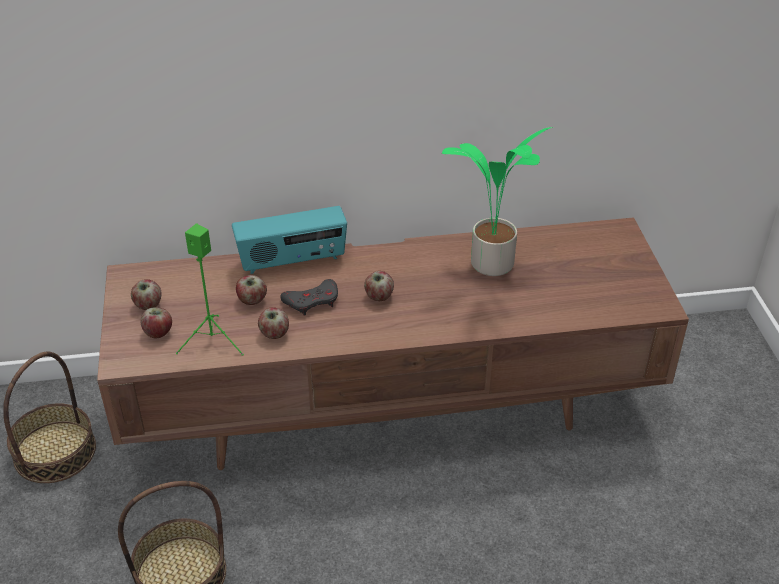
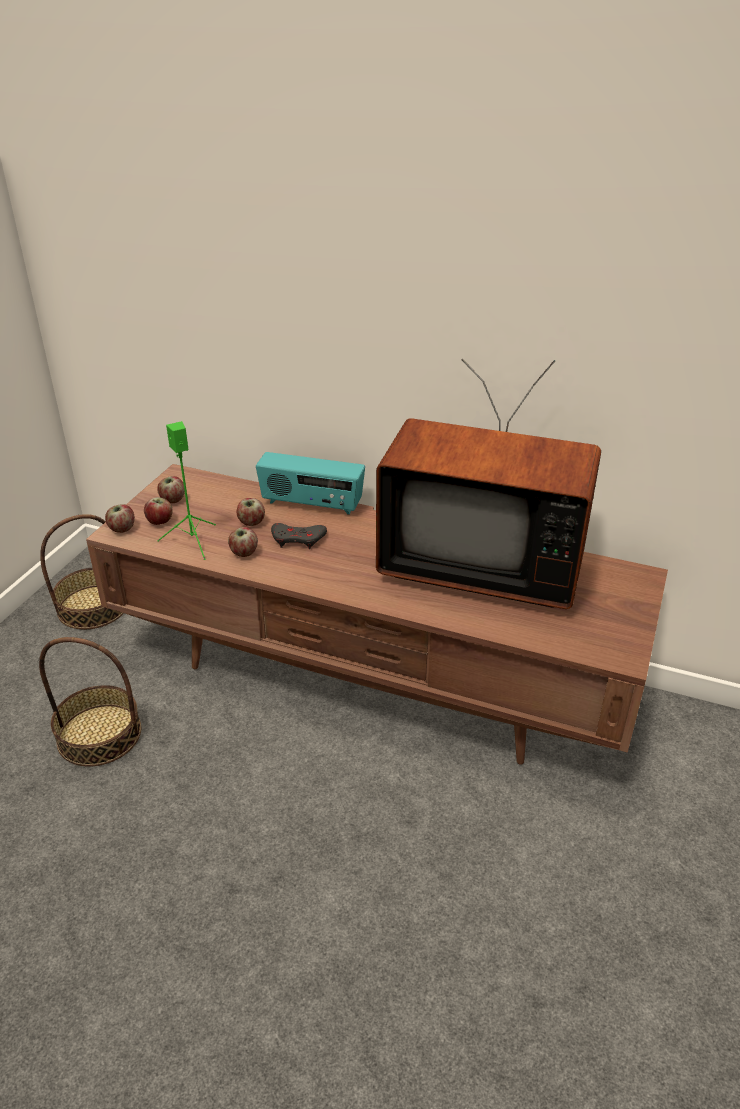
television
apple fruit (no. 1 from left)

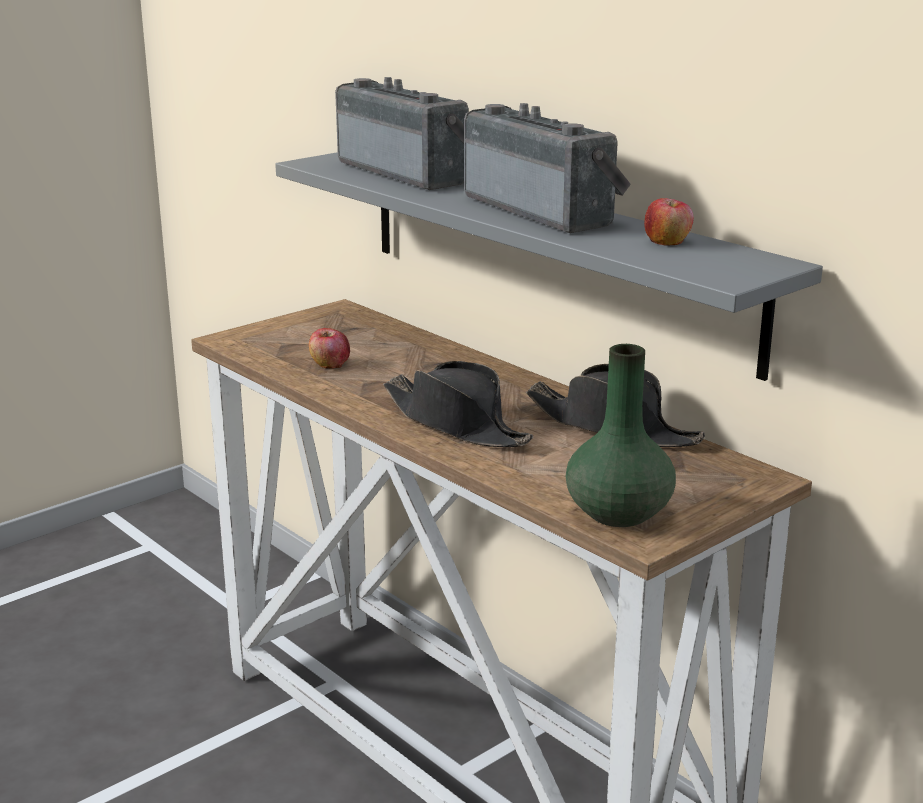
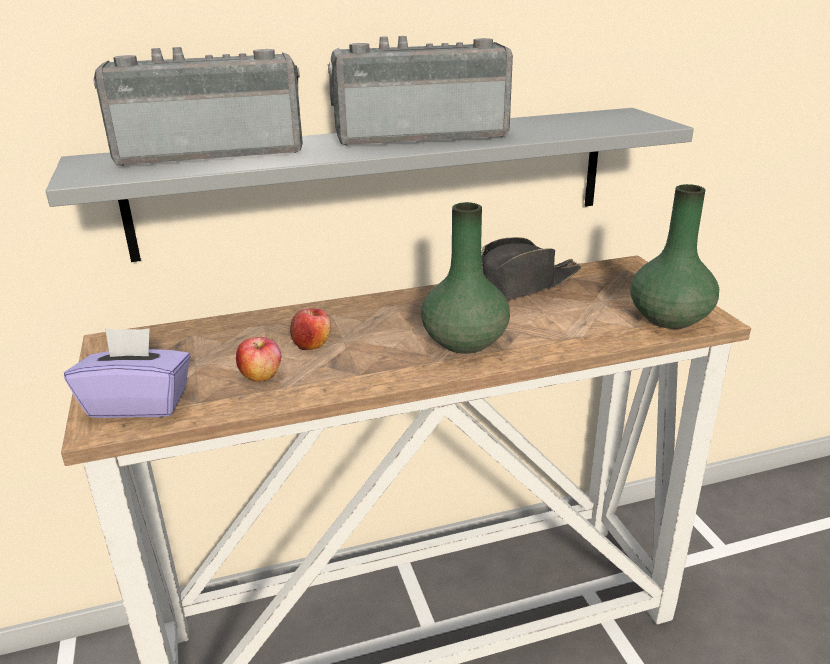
apple fruit (no. 2 from left)
green-coloured decorative vase (no. 1 from left)
purple tissue holder

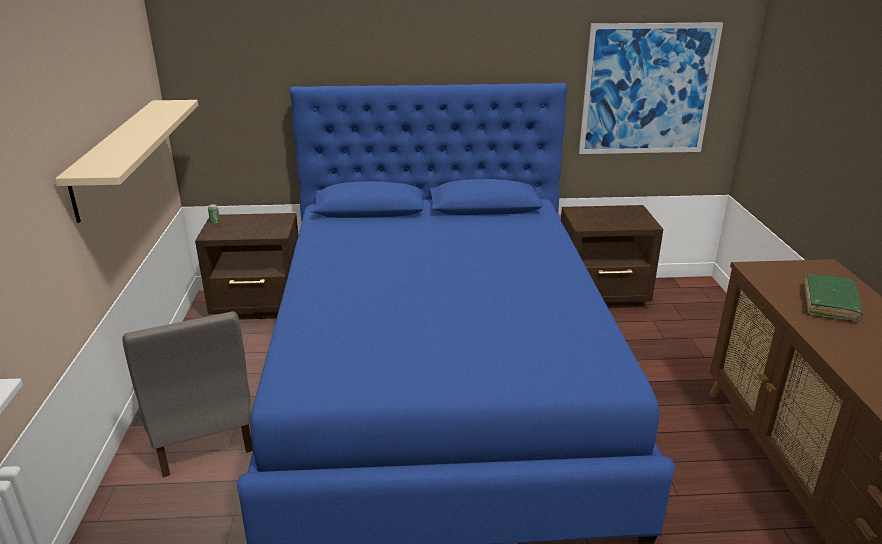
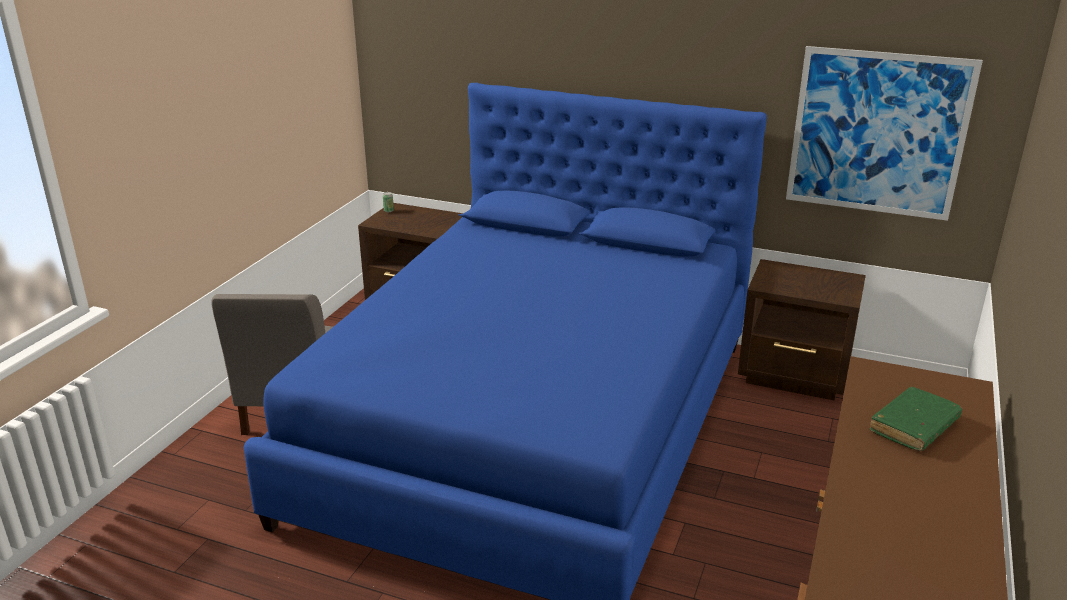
beige shelf

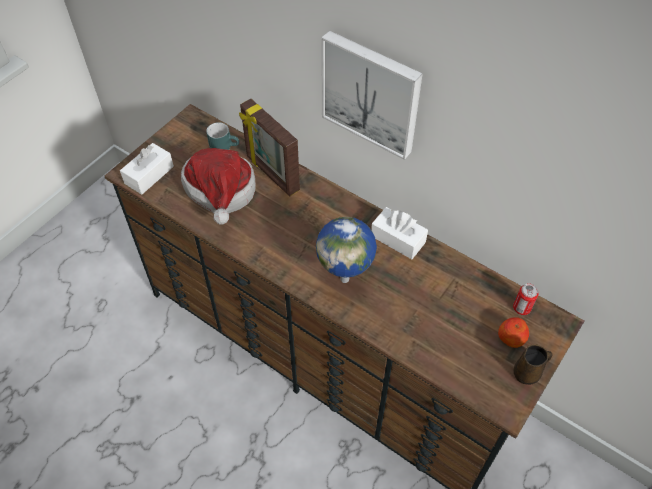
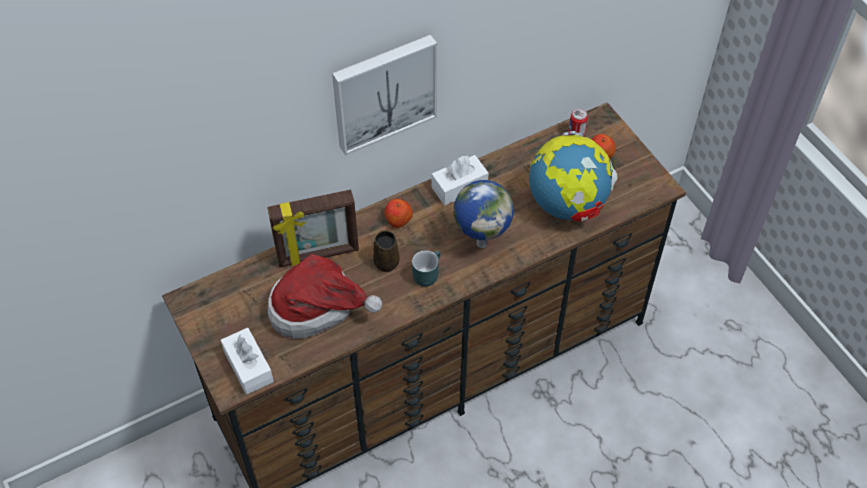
blue-green tea mug
brownish tea mug
world globe (no. 2 from left)
apple fruit (no. 1 from left)

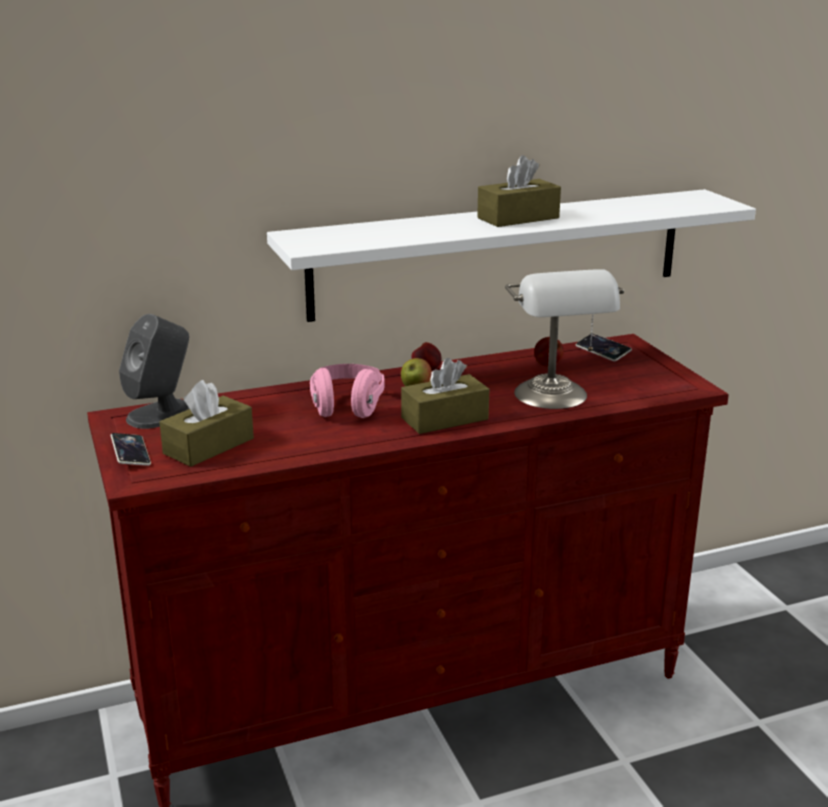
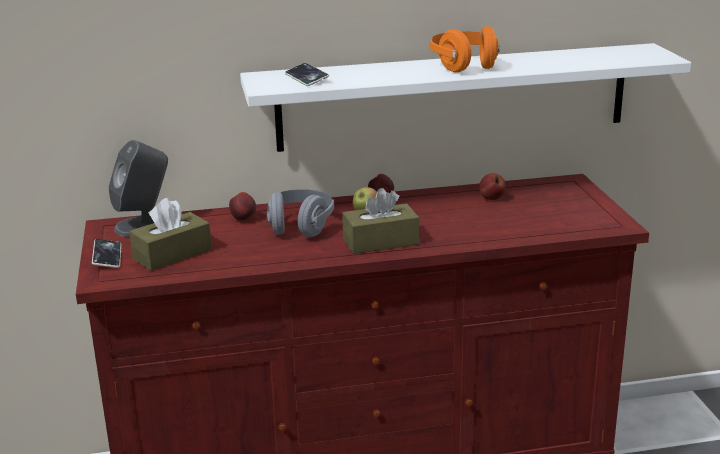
orange-coloured headset
white lamp for a table
phone (no. 2 from left)
grey headset
apple fruit (no. 1 from left)

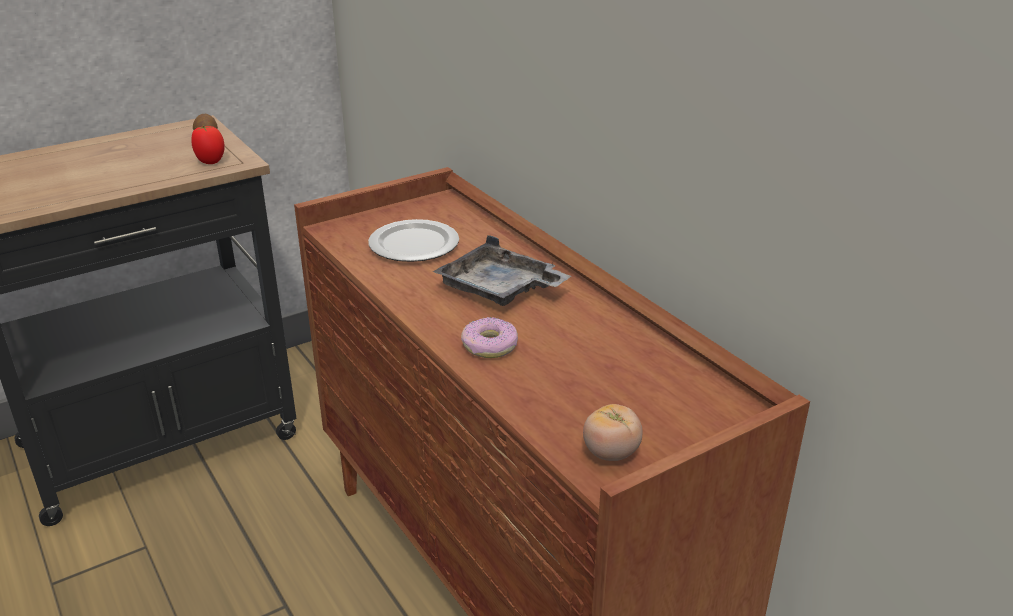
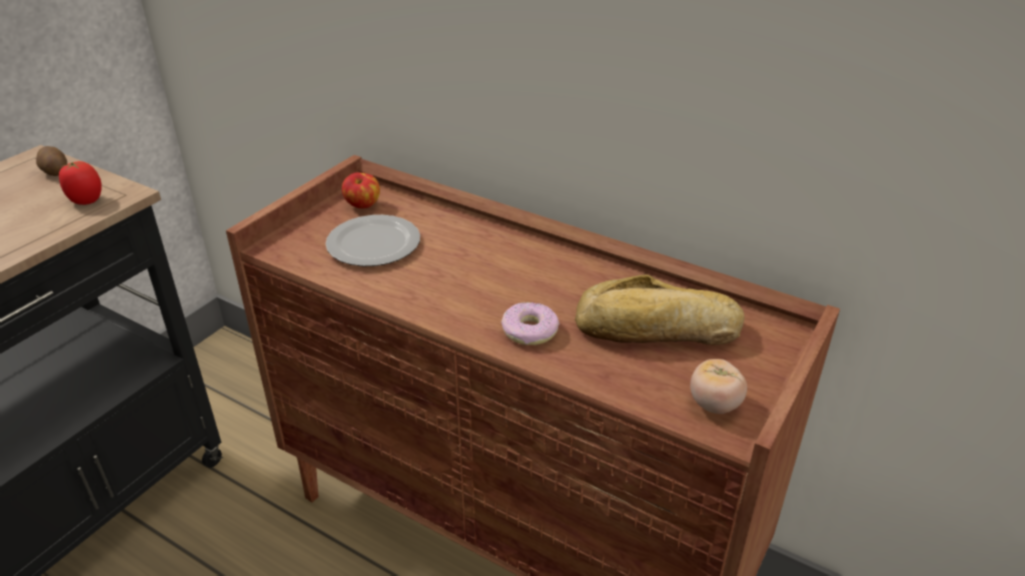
grey tray
apple fruit
baked bread

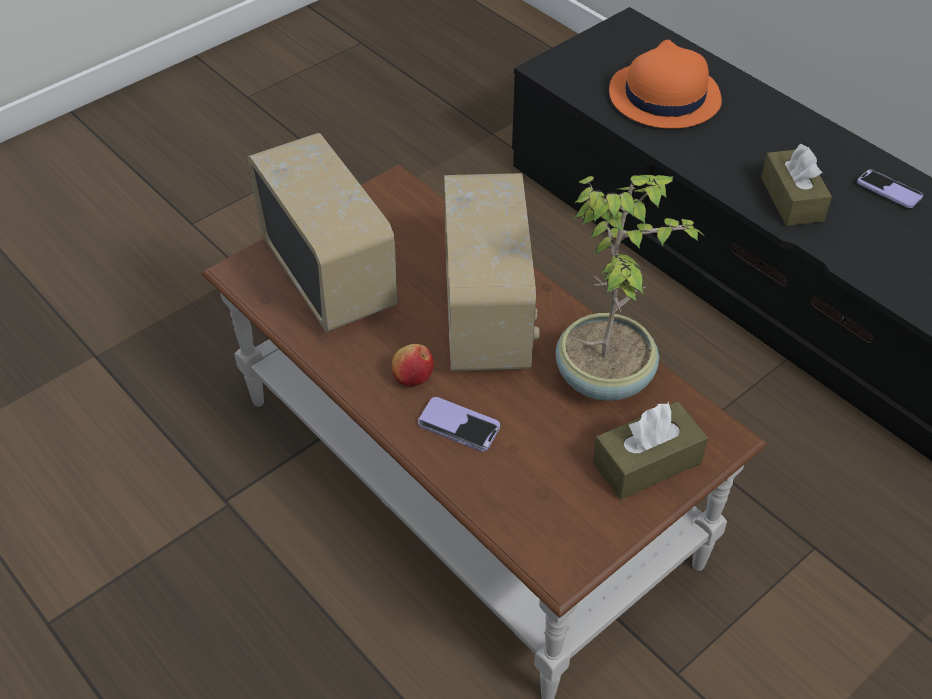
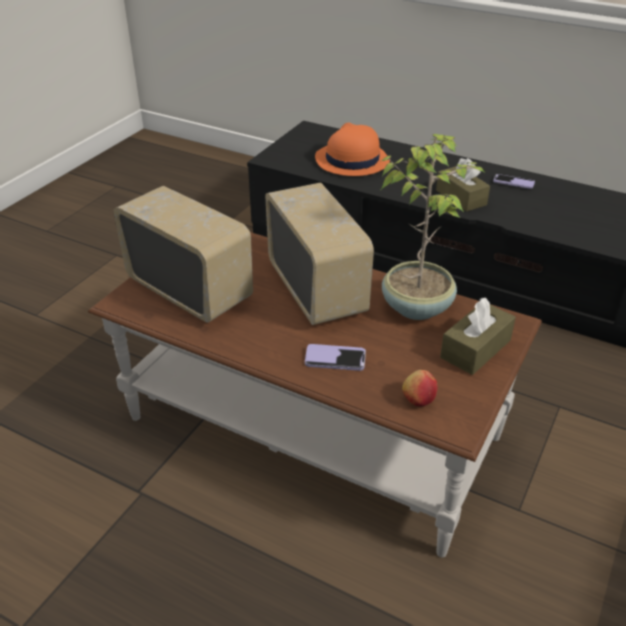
apple fruit

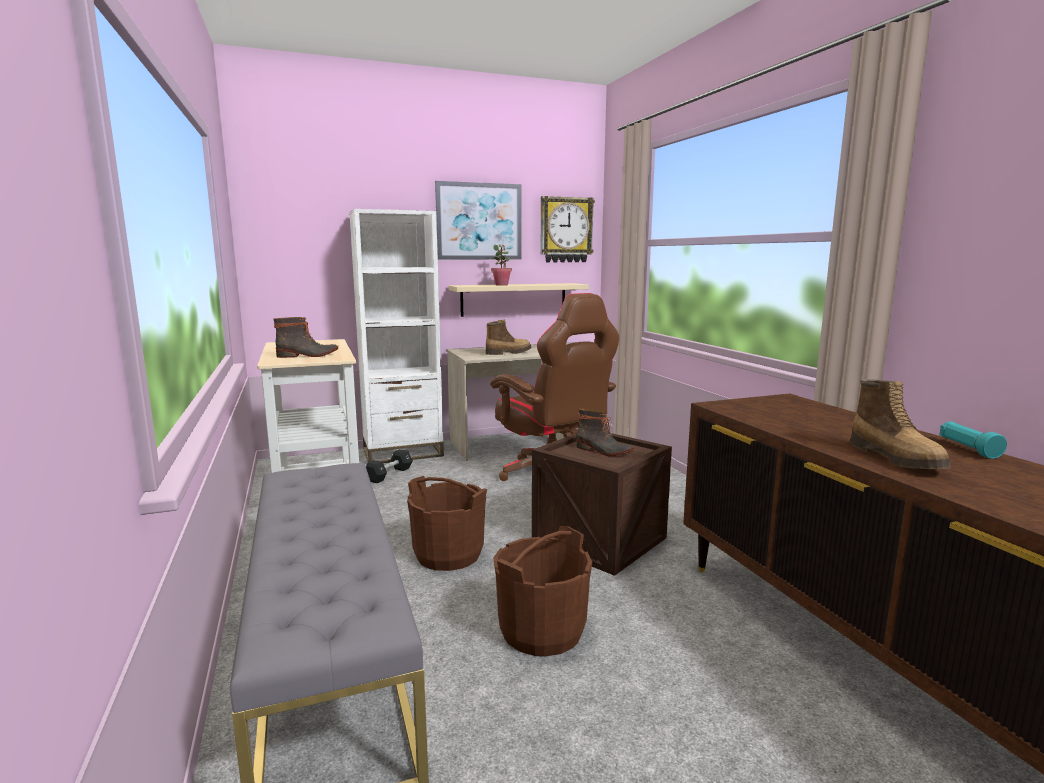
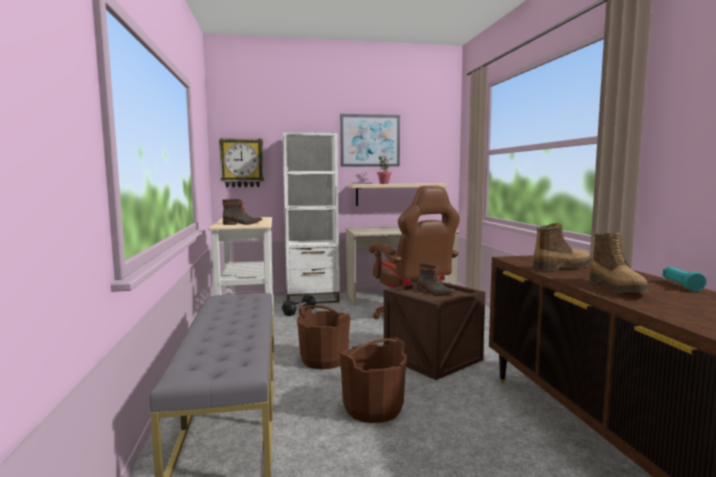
clock on the wall
tall boot (no. 3 from left)

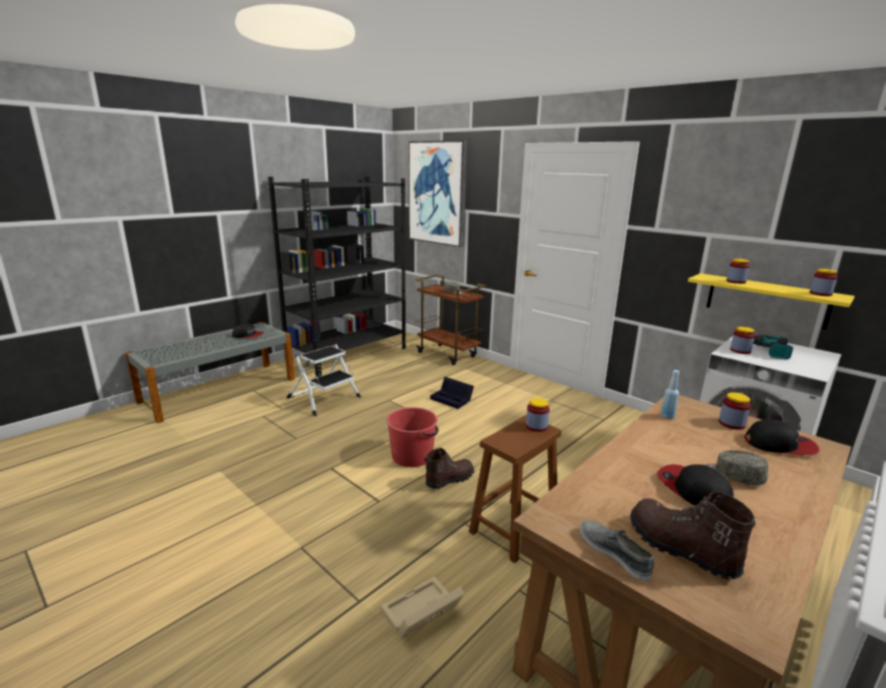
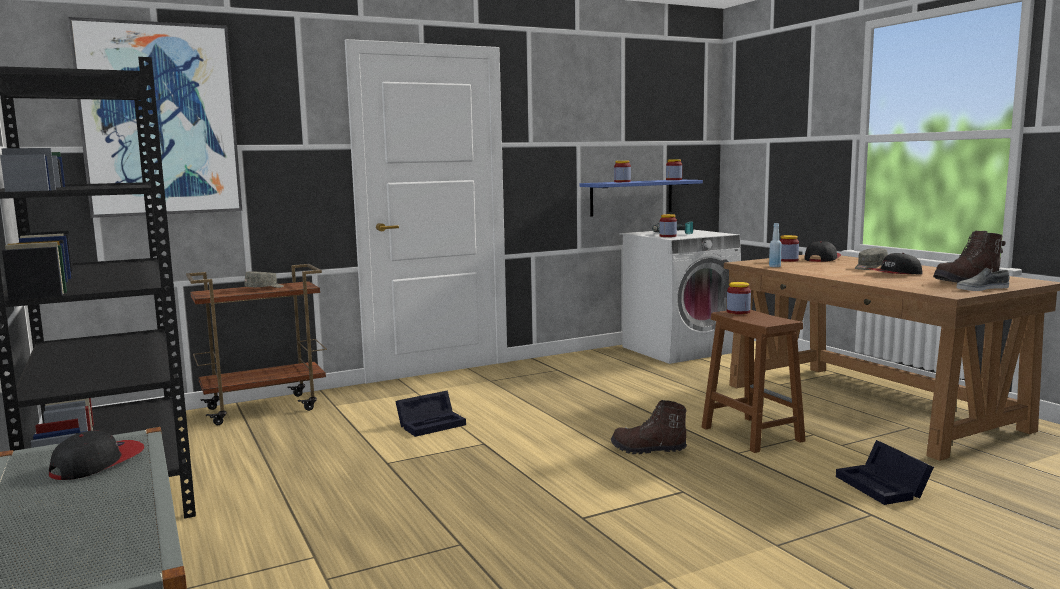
blue shelf
stepladder
reddish pail
brownish tall boot (no. 1 from left)
blackish storage box (no. 2 from left)

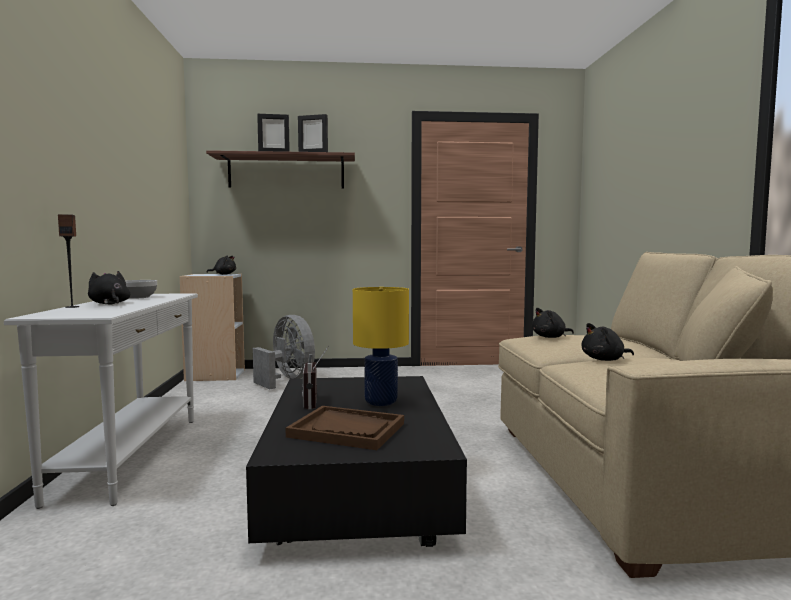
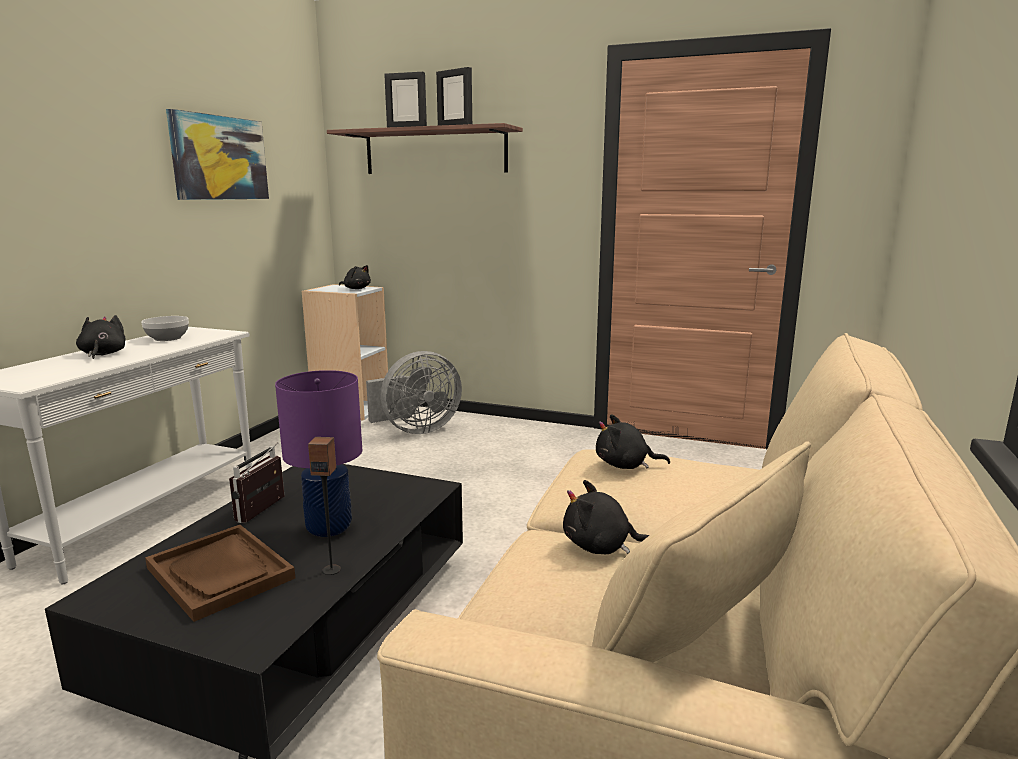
speaker
purple lamp for a table
grey fan
wall art

